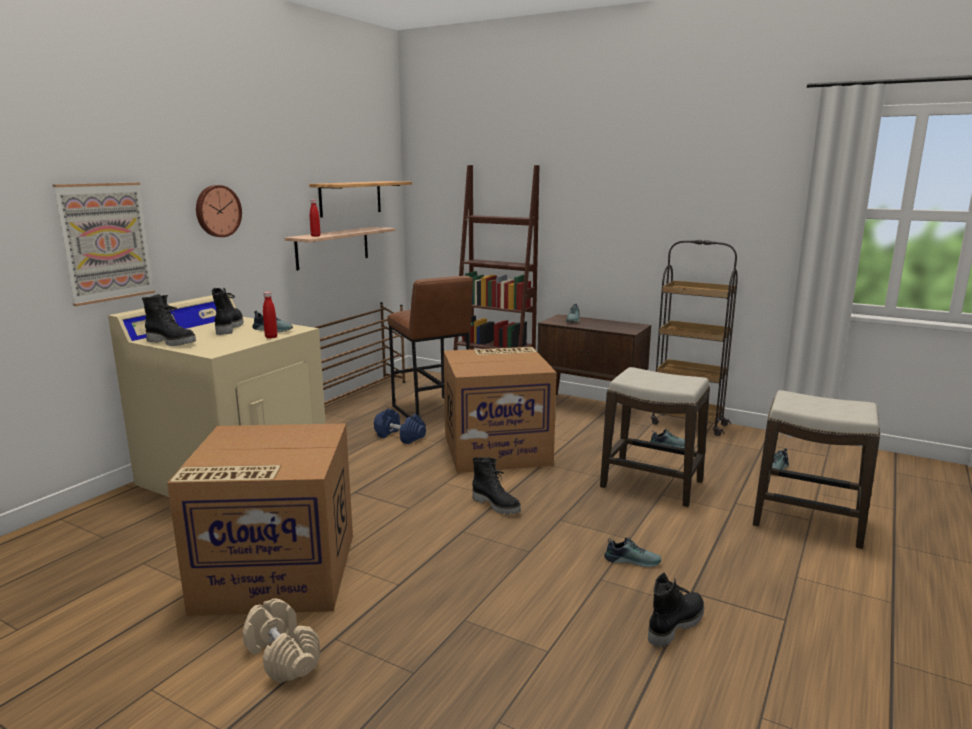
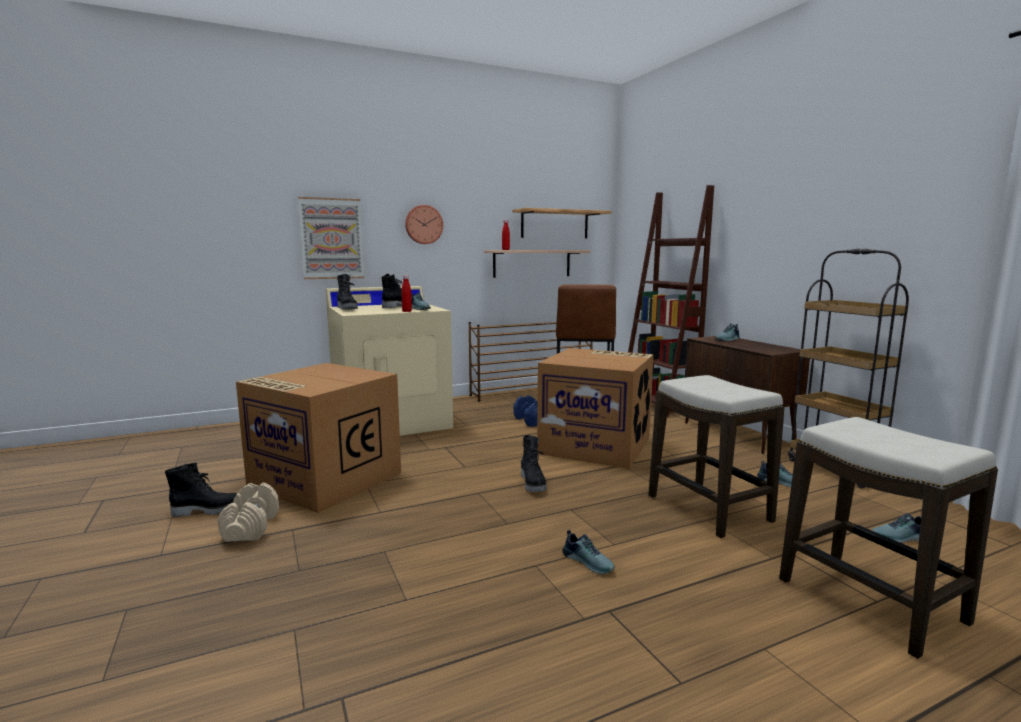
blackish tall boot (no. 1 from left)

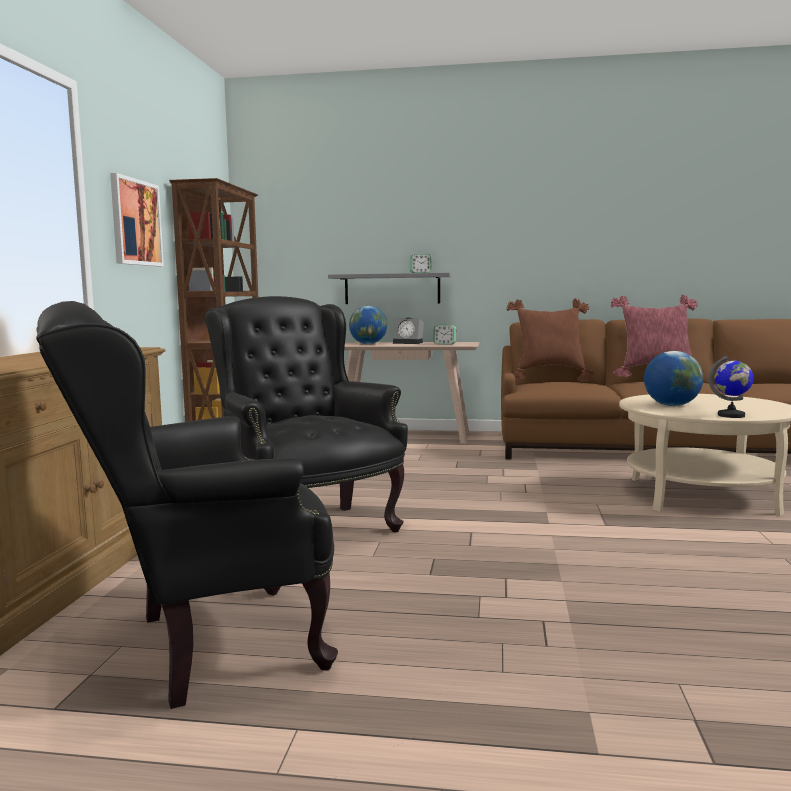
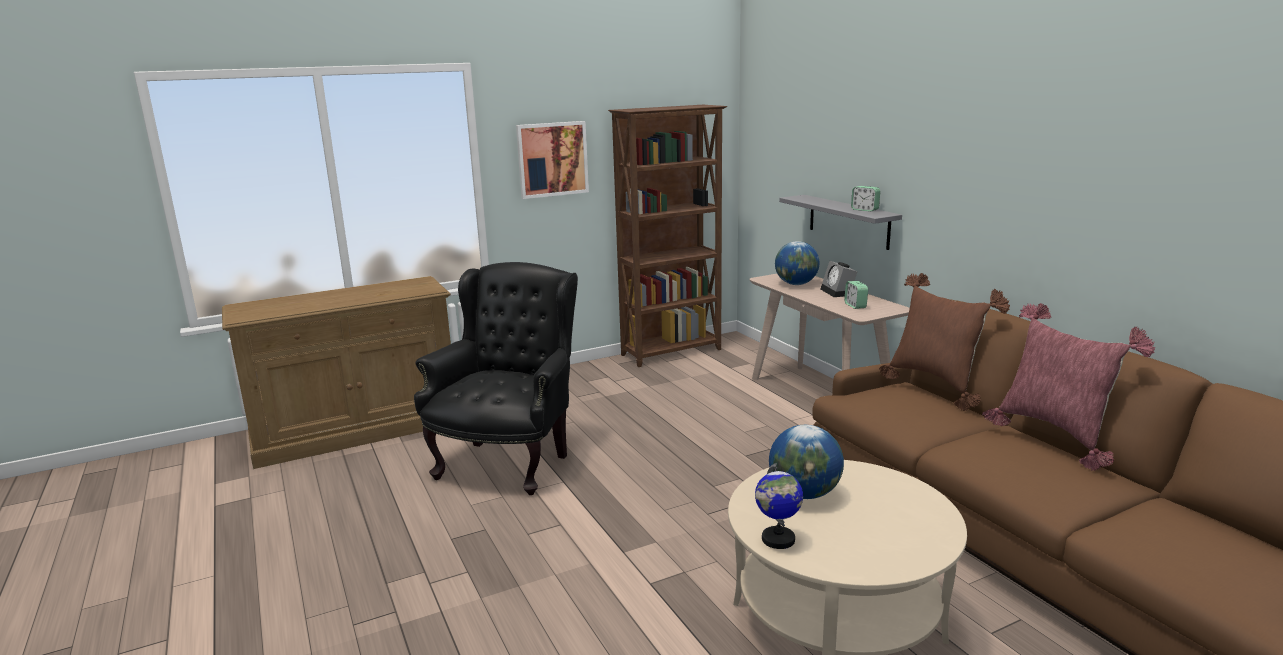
blackish lounge chair (no. 1 from left in the first image)

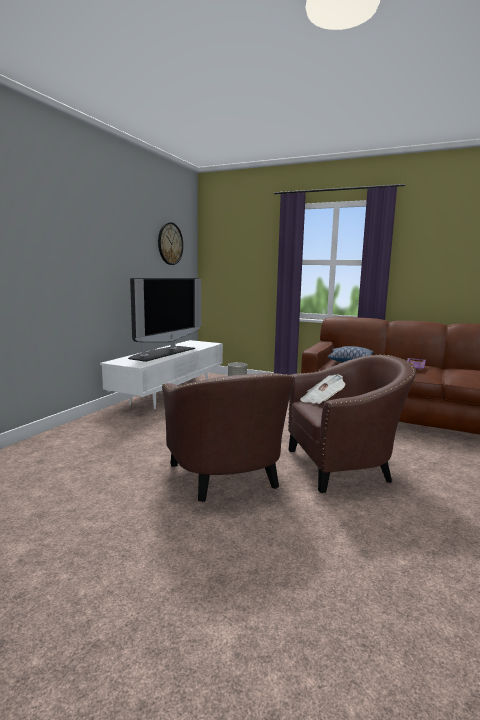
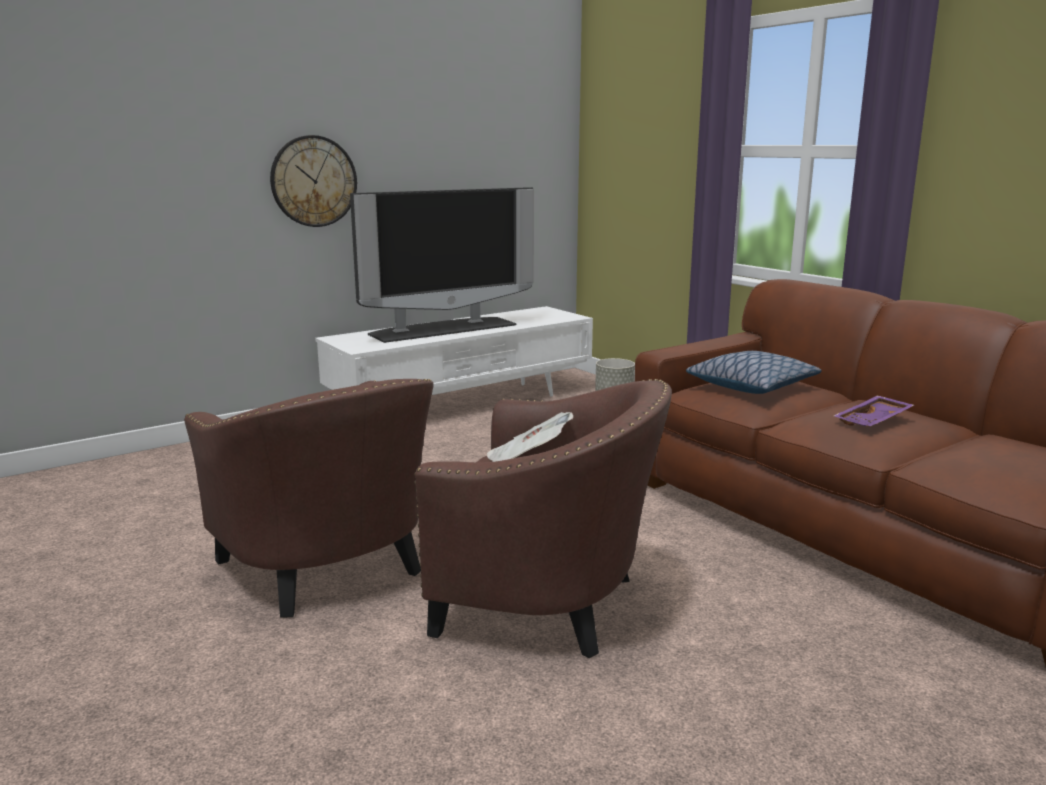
clock on the wall
brownish lounge chair (no. 1 from left)

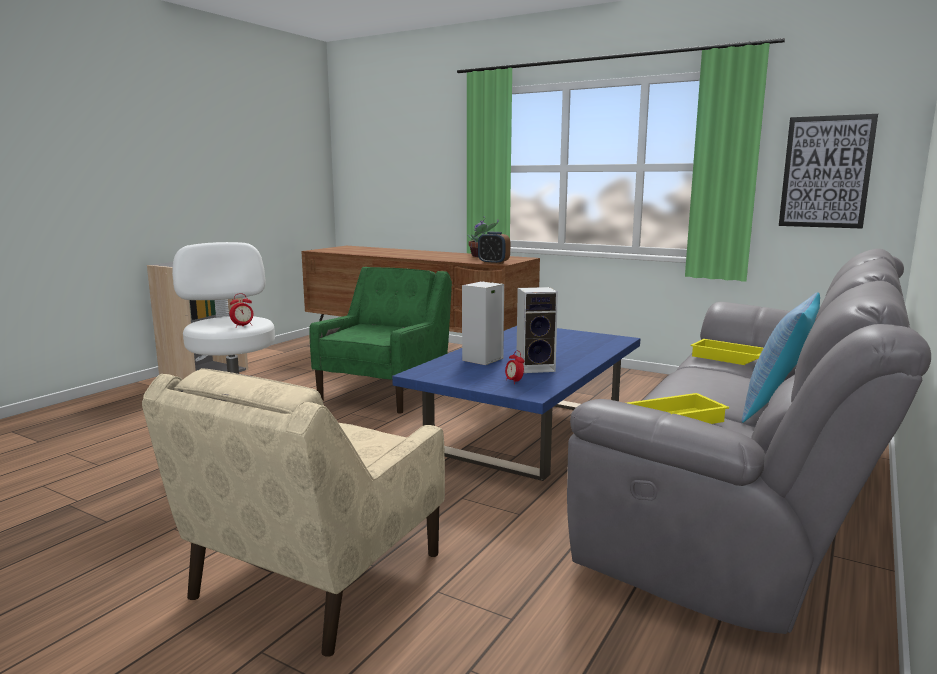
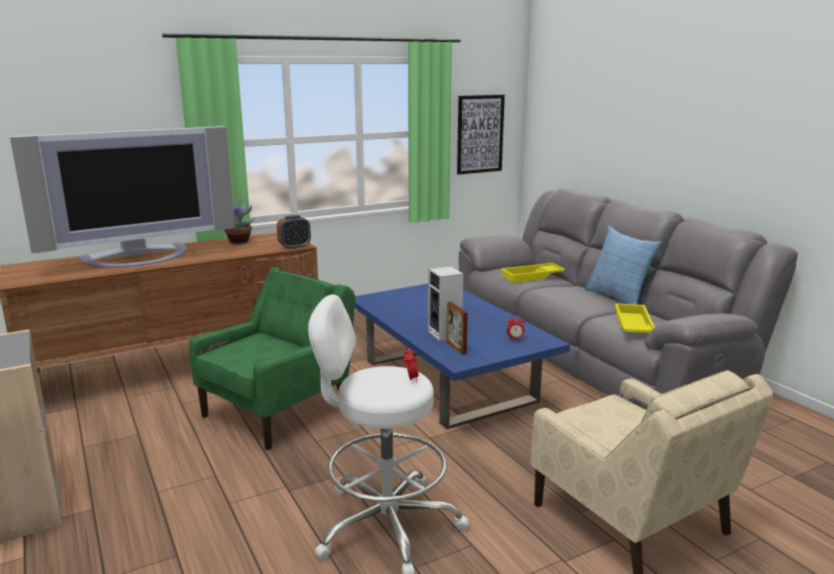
green-coloured lounge chair
speaker (no. 2 from left in the first image)
television
photo frame

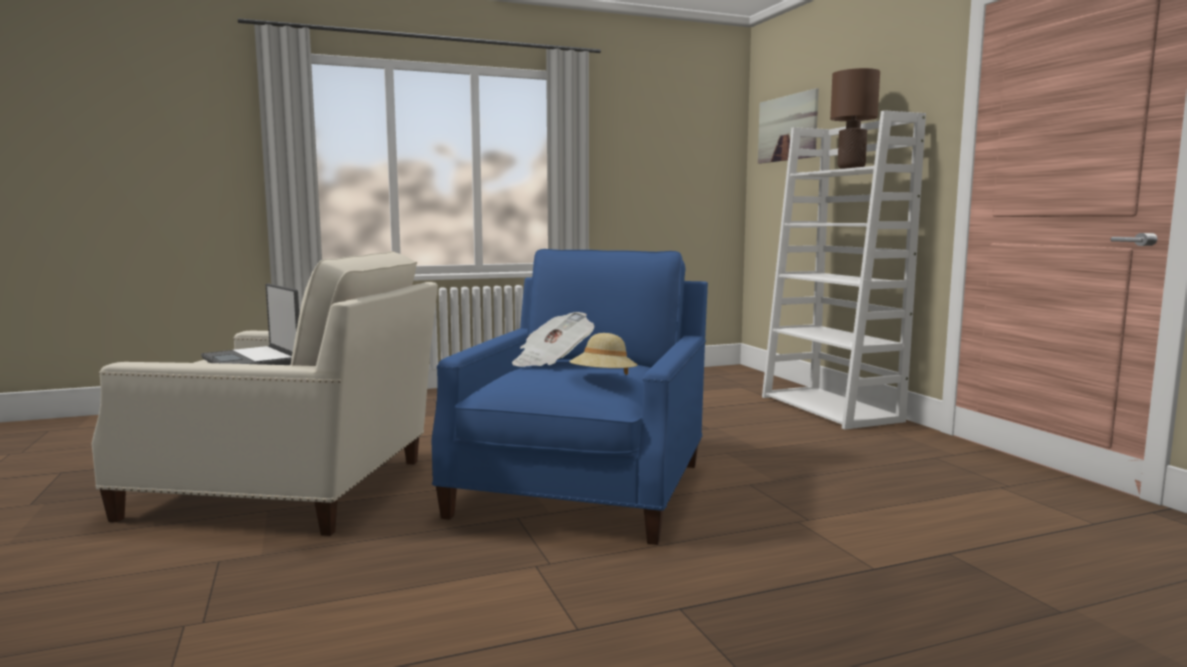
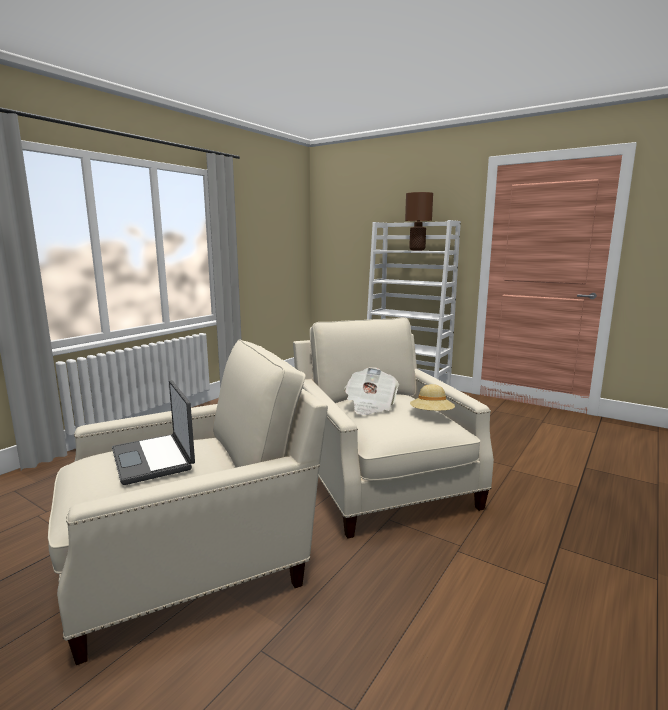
wall art
beige lounge chair (no. 2 from left)
notebook computer

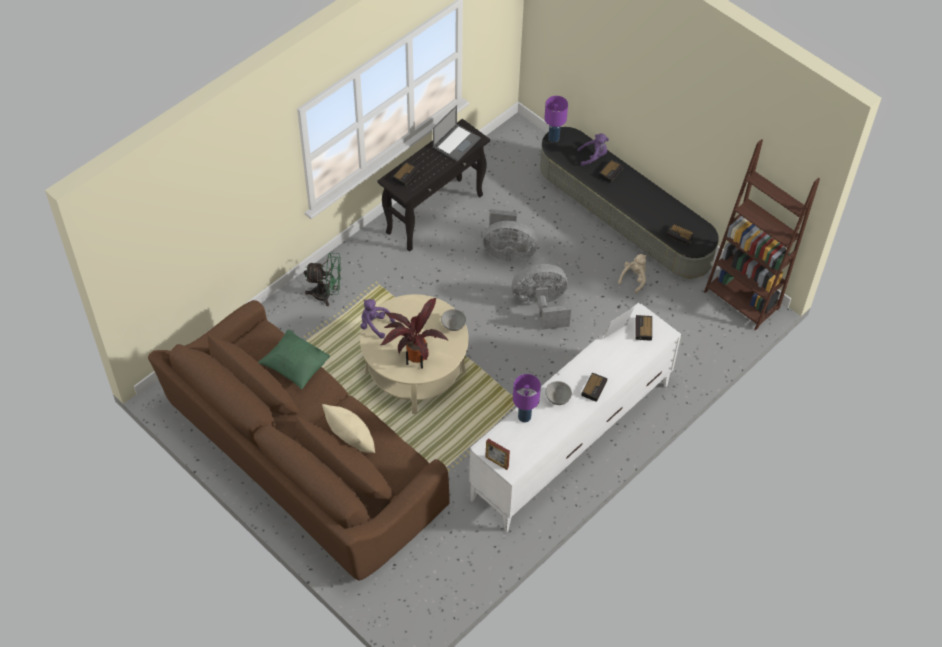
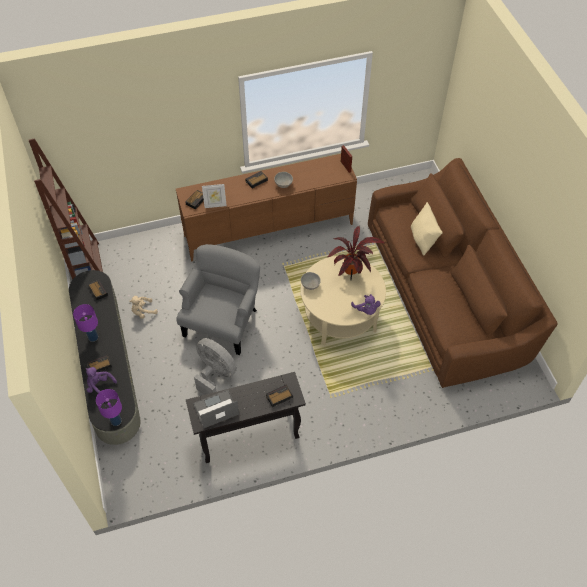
green-coloured fan
grey lounge chair
brownish cupboard
green-coloured cushion
purple lamp for a table (no. 1 from left)

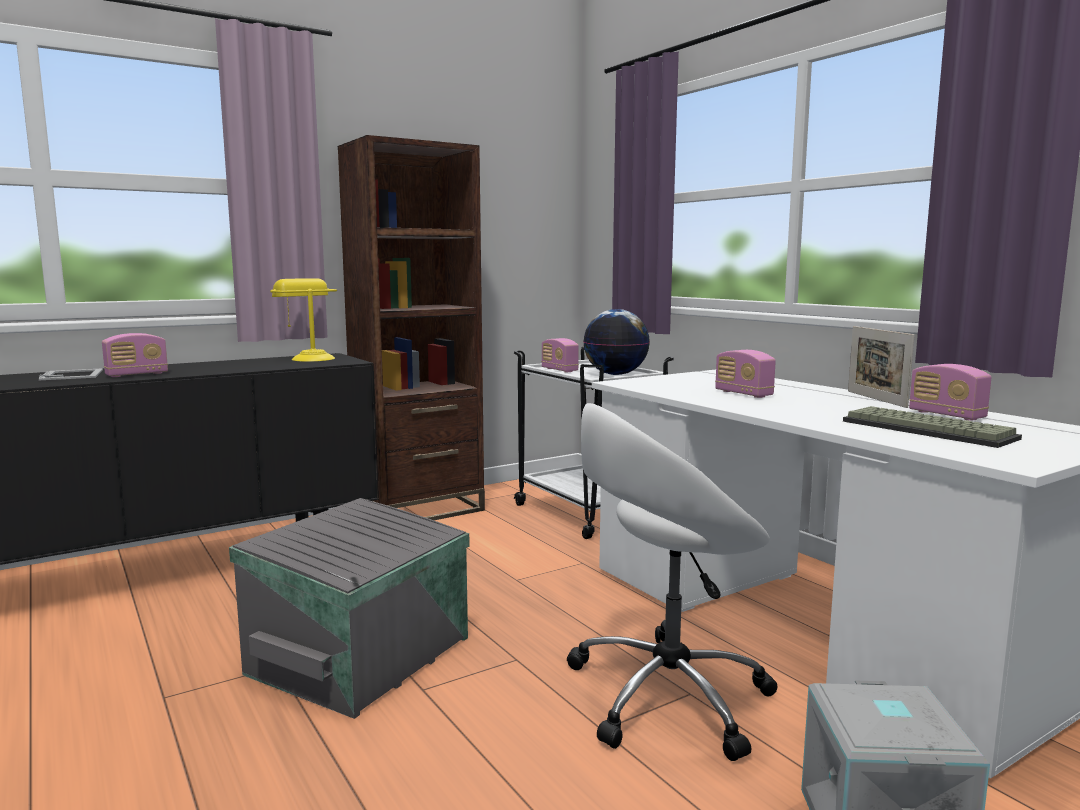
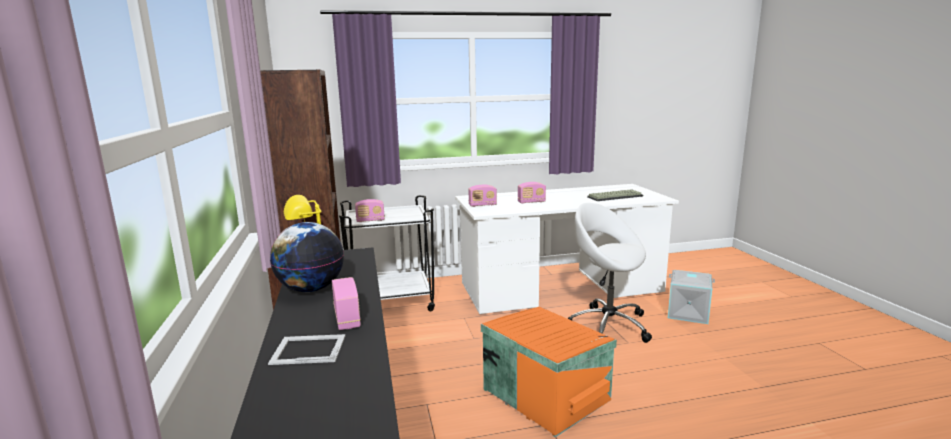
world globe
photo frame (no. 2 from left in the first image)
radio set (no. 3 from left)
white desk chair
orange-coloured storage box

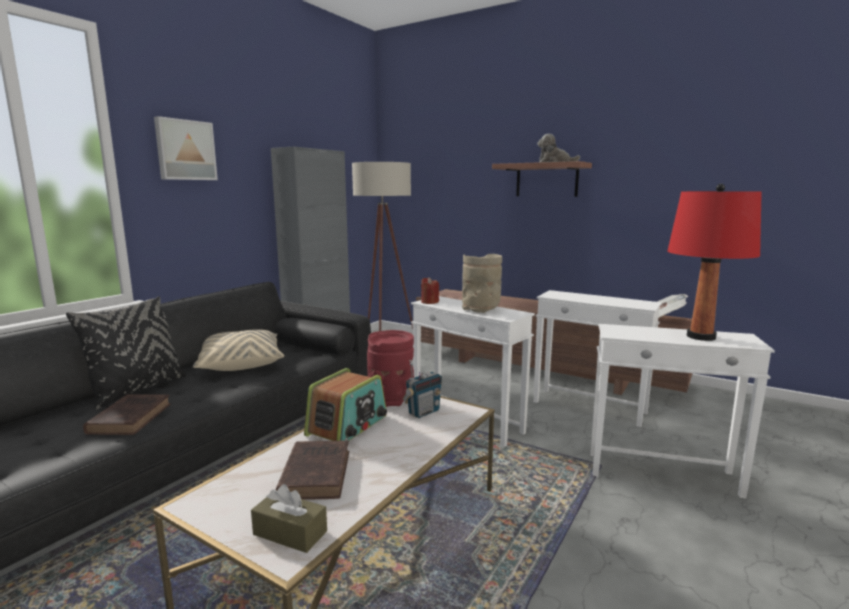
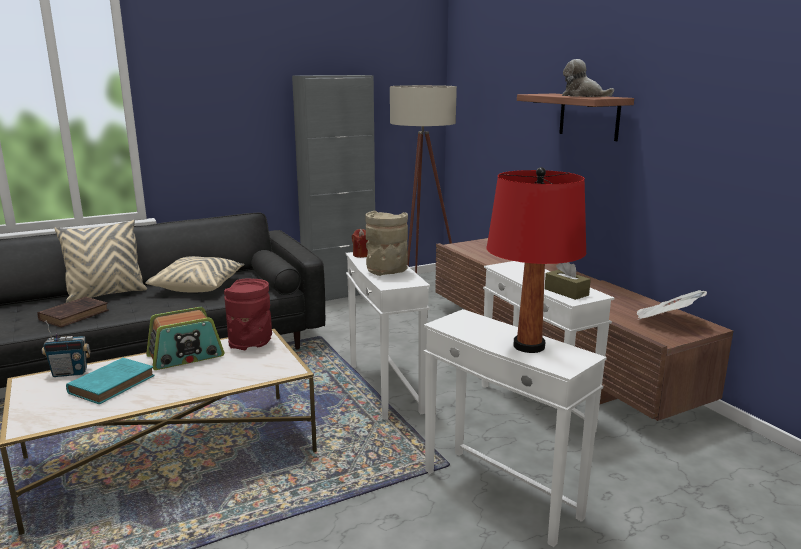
wall art
beige cushion (no. 1 from left)
radio set (no. 1 from left)
blue-green book
brownish tissue holder

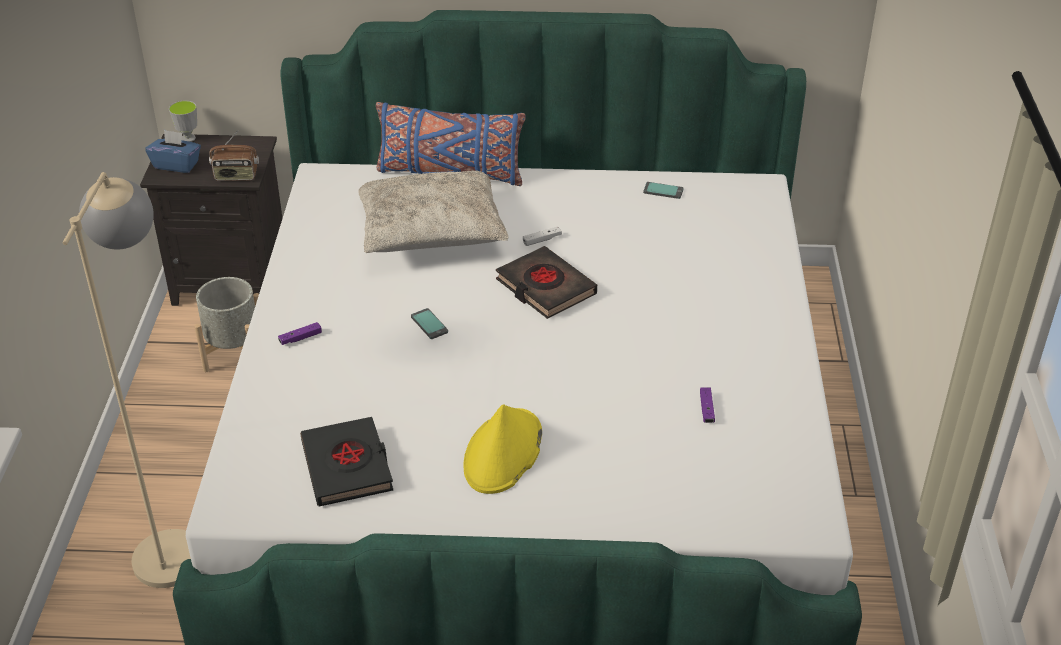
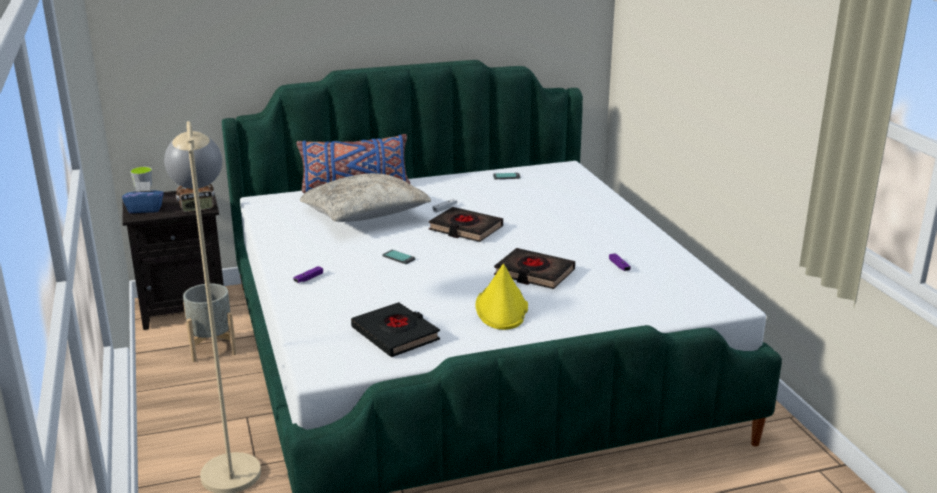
blackish book (no. 3 from left)

